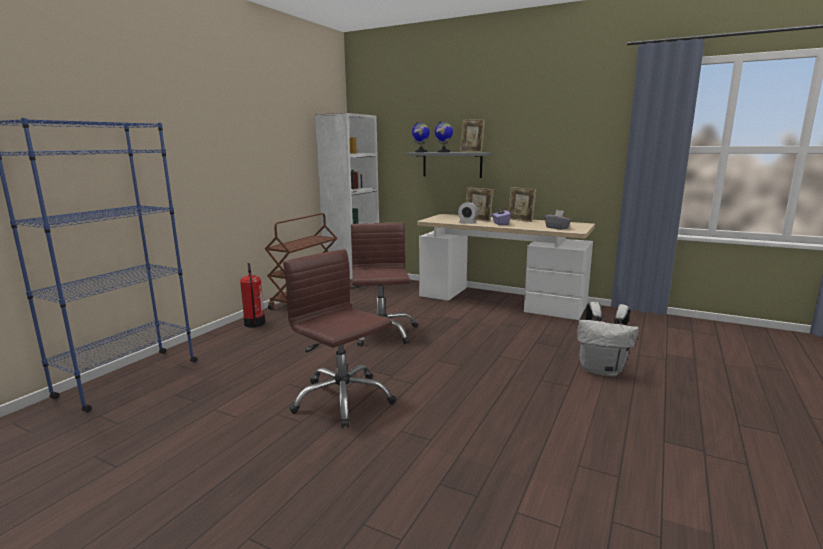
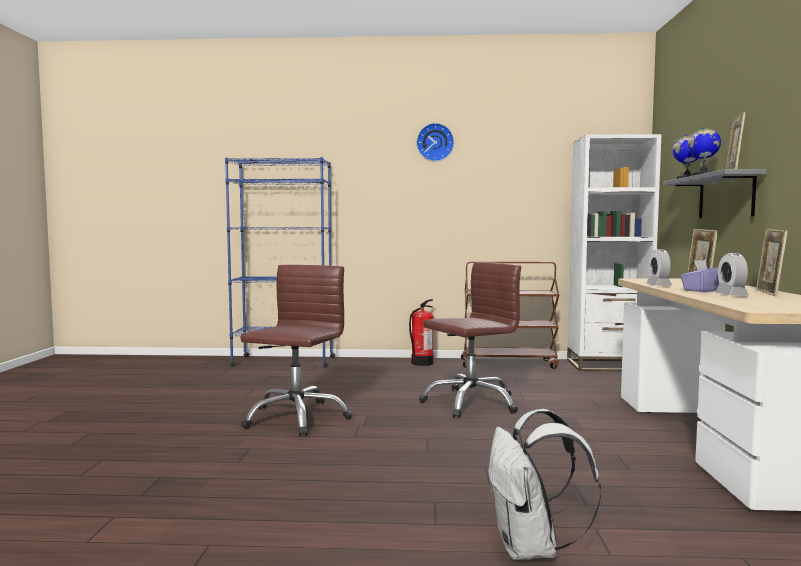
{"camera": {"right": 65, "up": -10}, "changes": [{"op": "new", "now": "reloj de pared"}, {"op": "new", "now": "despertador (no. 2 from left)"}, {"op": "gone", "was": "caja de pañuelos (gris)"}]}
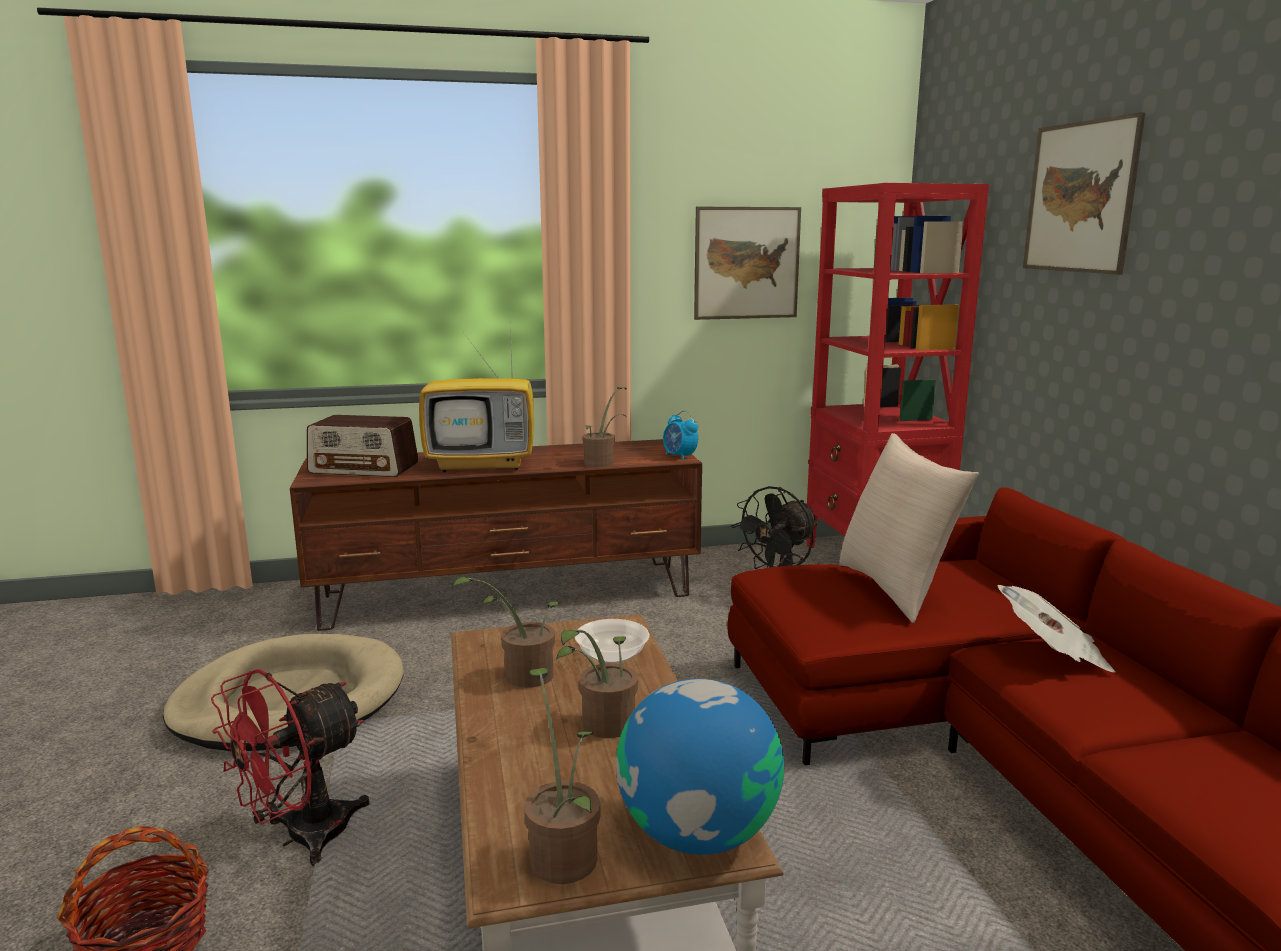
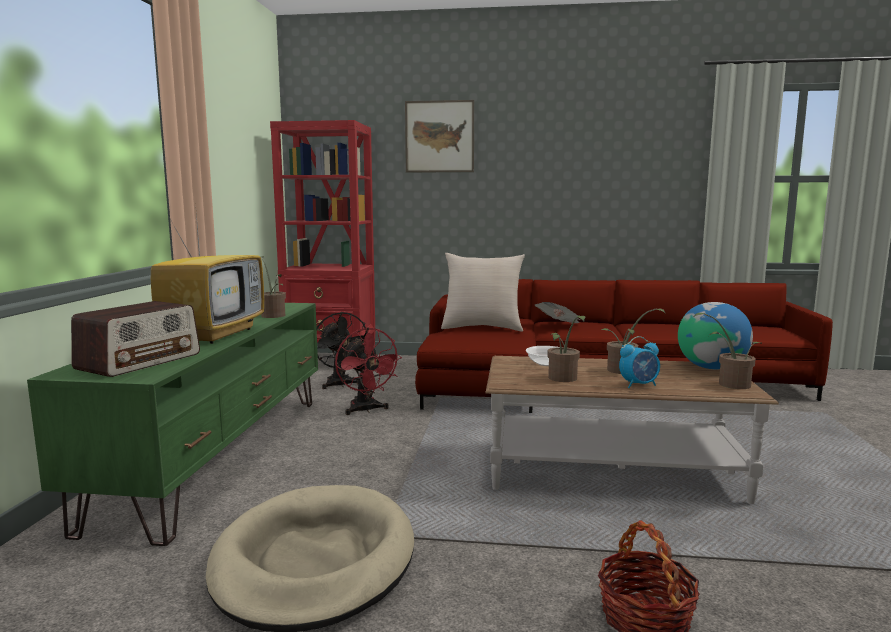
{"camera": {"right": -70, "up": -5}, "changes": [{"op": "repainted", "was": "mueble de televisión (marrón)", "now": "mueble de televisión (verde)"}, {"op": "shifted", "was": "ventilador (rojo)"}, {"op": "shifted", "was": "despertador"}, {"op": "gone", "was": "cuadro (no. 1 from left)"}]}
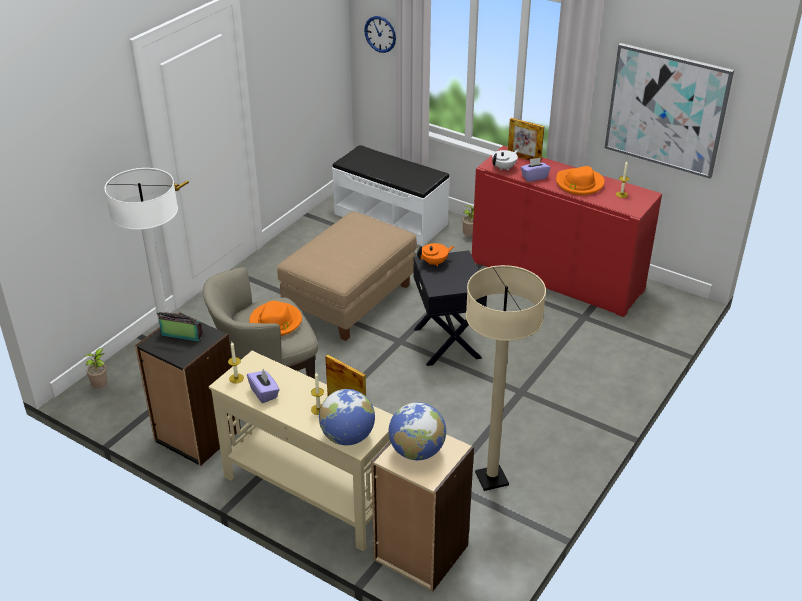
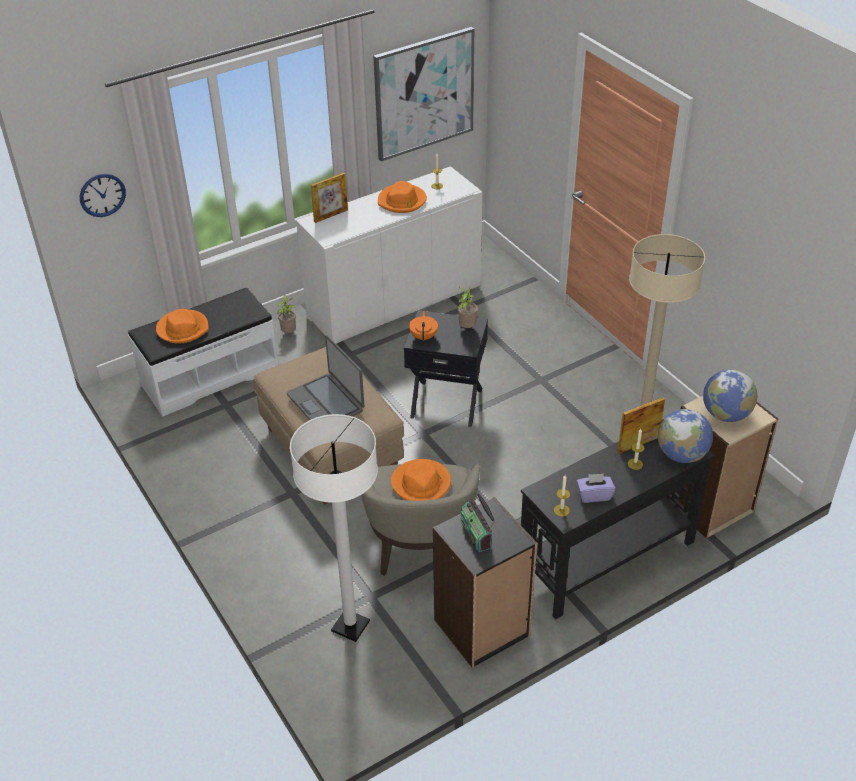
{"camera": {"right": -65, "up": 5}, "changes": [{"op": "new", "now": "sombrero (naranja) (no. 1 from left)"}, {"op": "new", "now": "portátil"}, {"op": "repainted", "was": "armario (rojo)", "now": "armario (blanco)"}, {"op": "shifted", "was": "planta en maceta (no. 1 from left in the first image)", "now": "planta en maceta (no. 2 from left)"}, {"op": "rotated", "was": "radio", "clockwise": -60}, {"op": "repainted", "was": "mesa consola (beis)", "now": "mesa consola (negro)"}, {"op": "gone", "was": "tetera (blanco)"}, {"op": "gone", "was": "caja de pañuelos (morado) (no. 2 from left)"}]}
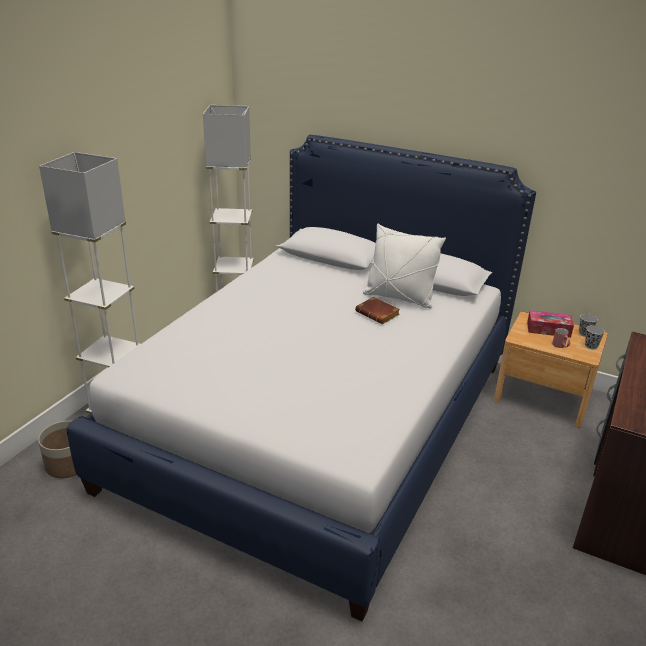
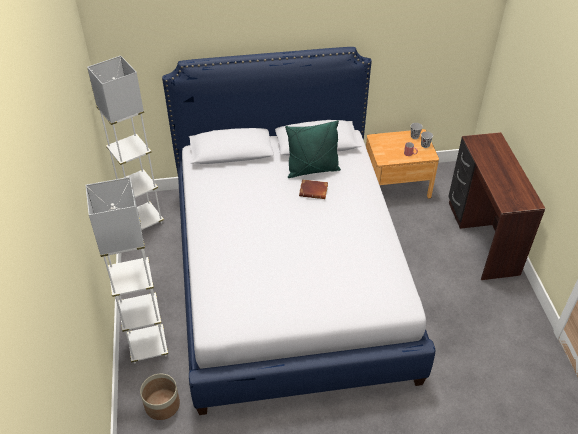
{"camera": {"right": -35, "up": 15}, "changes": [{"op": "repainted", "was": "cojín (blanco)", "now": "cojín (verde)"}, {"op": "gone", "was": "caja de pañuelos"}]}
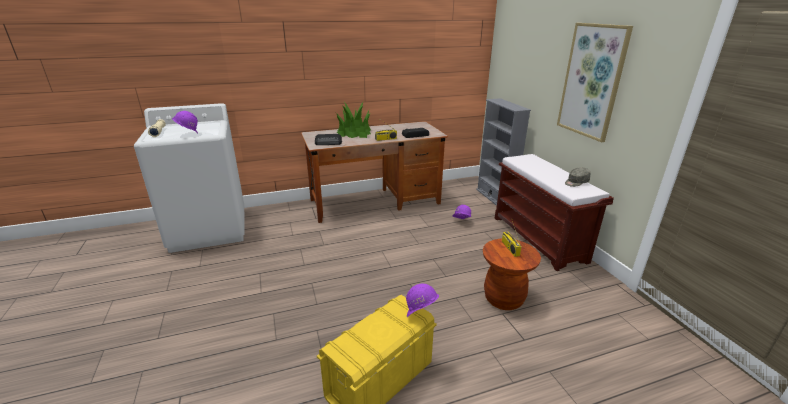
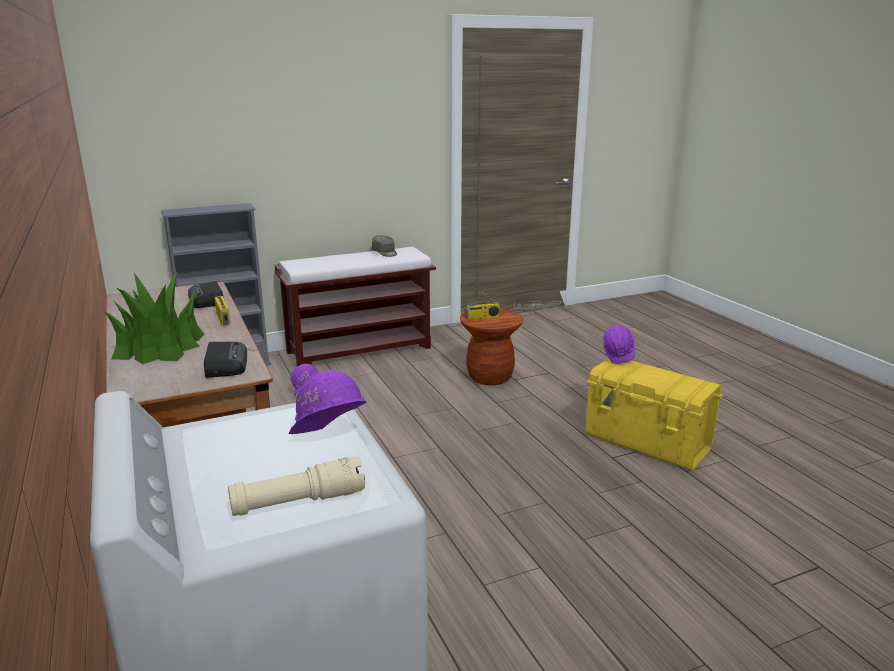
{"camera": {"right": -95, "up": -5}, "changes": [{"op": "gone", "was": "cuadro"}]}
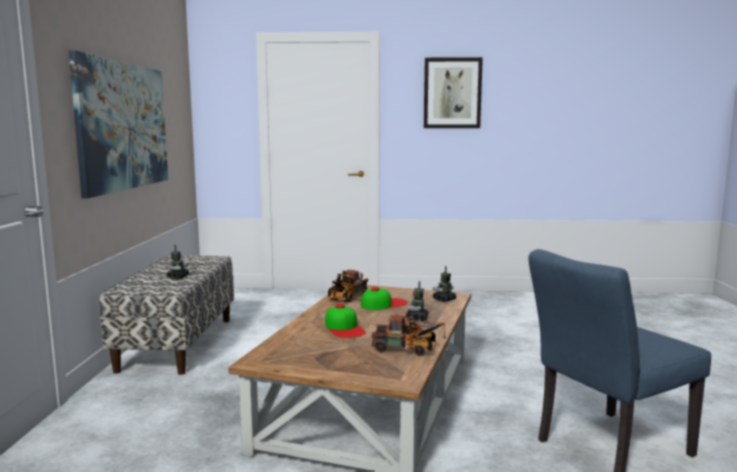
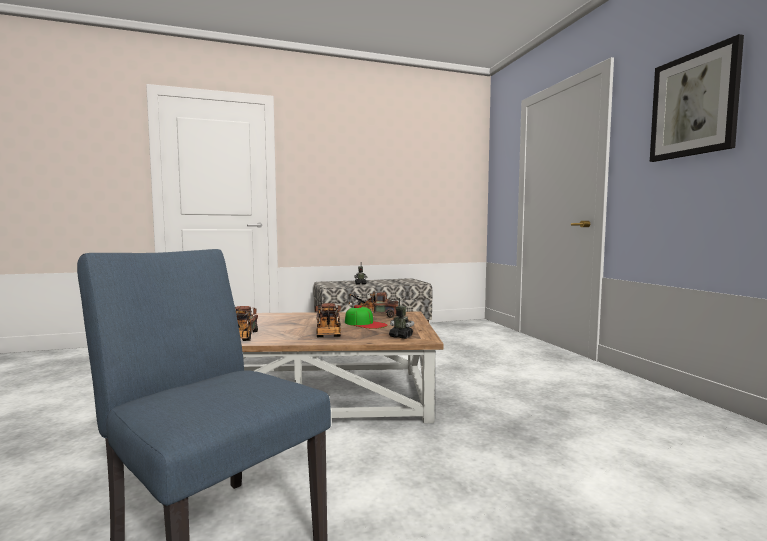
{"camera": {"right": 70, "up": -5}, "changes": [{"op": "swapped", "was": "robot de juguete (no. 2 from left)", "now": "camión de juguete (no. 2 from left)"}, {"op": "gone", "was": "cuadro (no. 1 from left)"}, {"op": "gone", "was": "gorra (no. 1 from left)"}]}
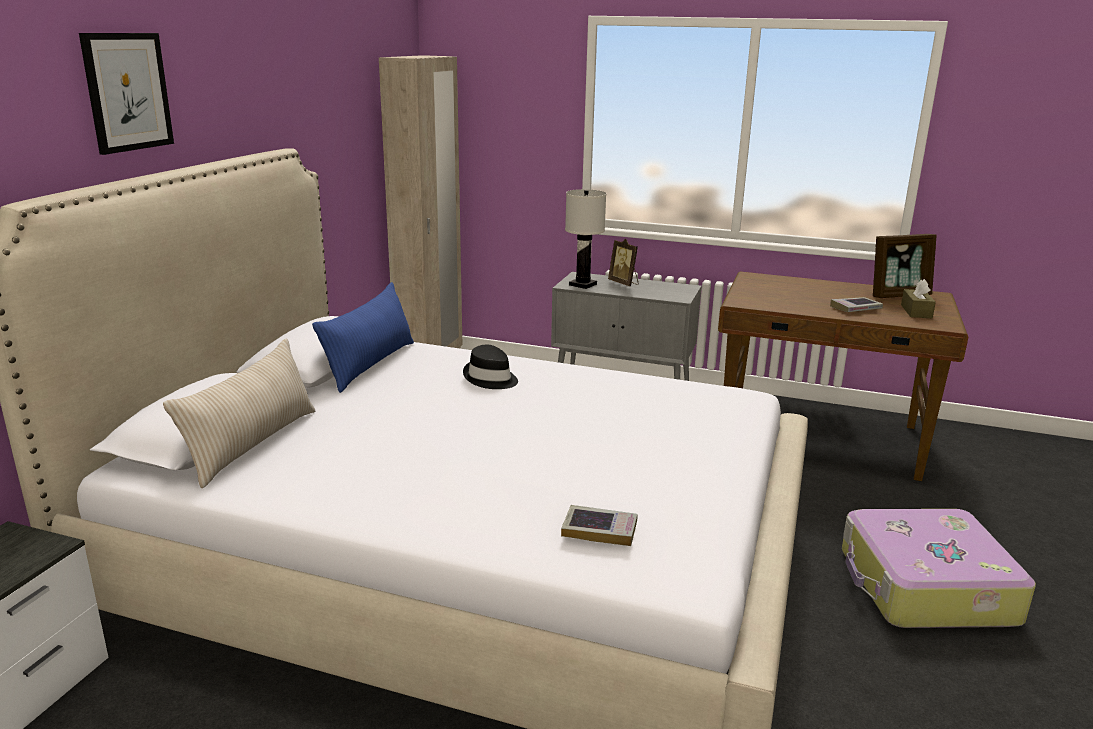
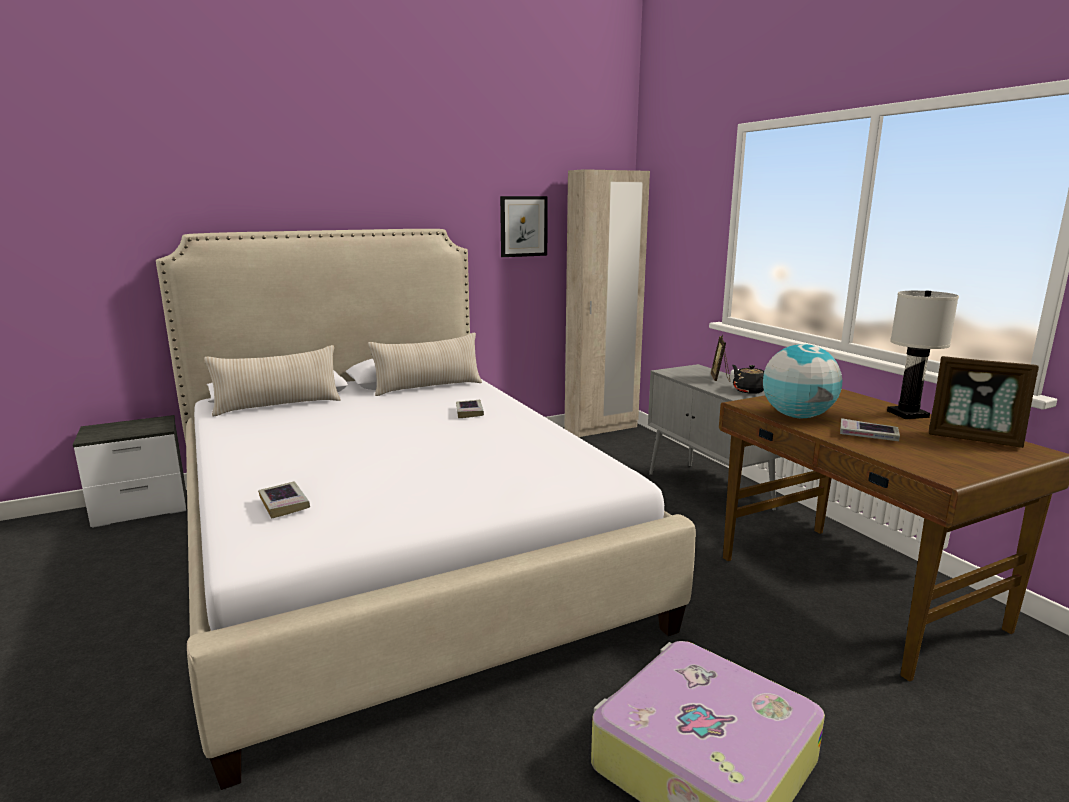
{"camera": {"right": 45, "up": -5}, "changes": [{"op": "repainted", "was": "cojín (azul)", "now": "cojín (beis) (no. 2 from left)"}, {"op": "swapped", "was": "sombrero (negro)", "now": "libro (no. 2 from left)"}, {"op": "shifted", "was": "cuadro"}, {"op": "new", "now": "tetera (negro)"}, {"op": "new", "now": "globo terráqueo"}, {"op": "shifted", "was": "lámpara de mesa (blanco)"}, {"op": "gone", "was": "caja de pañuelos (marrón)"}]}
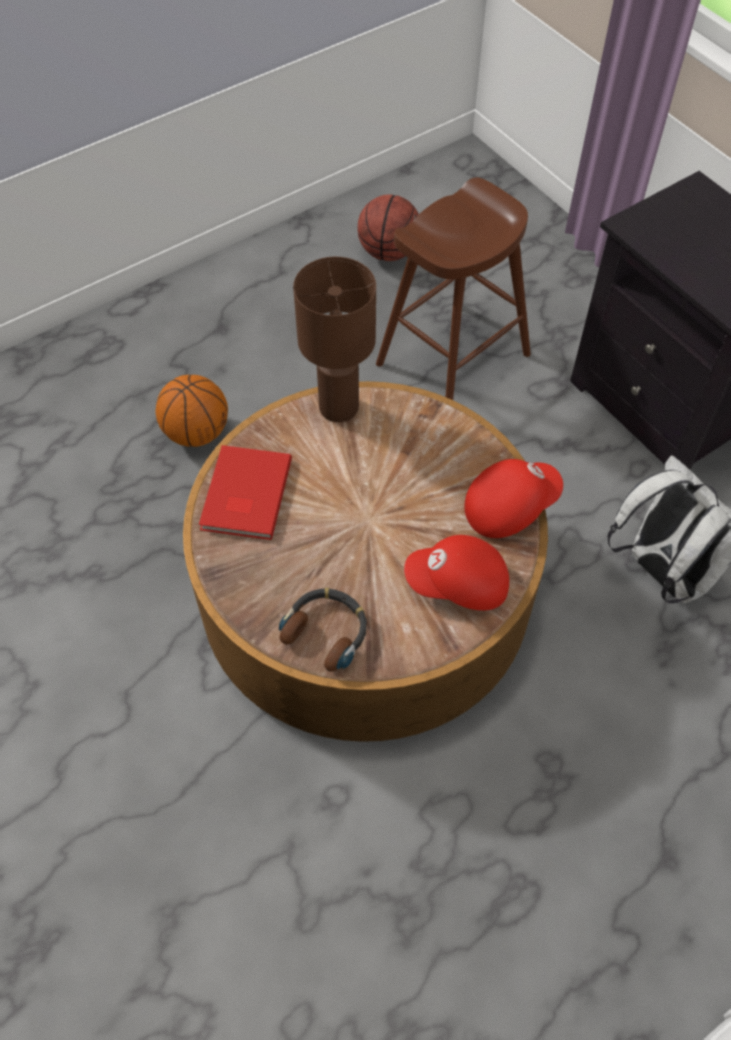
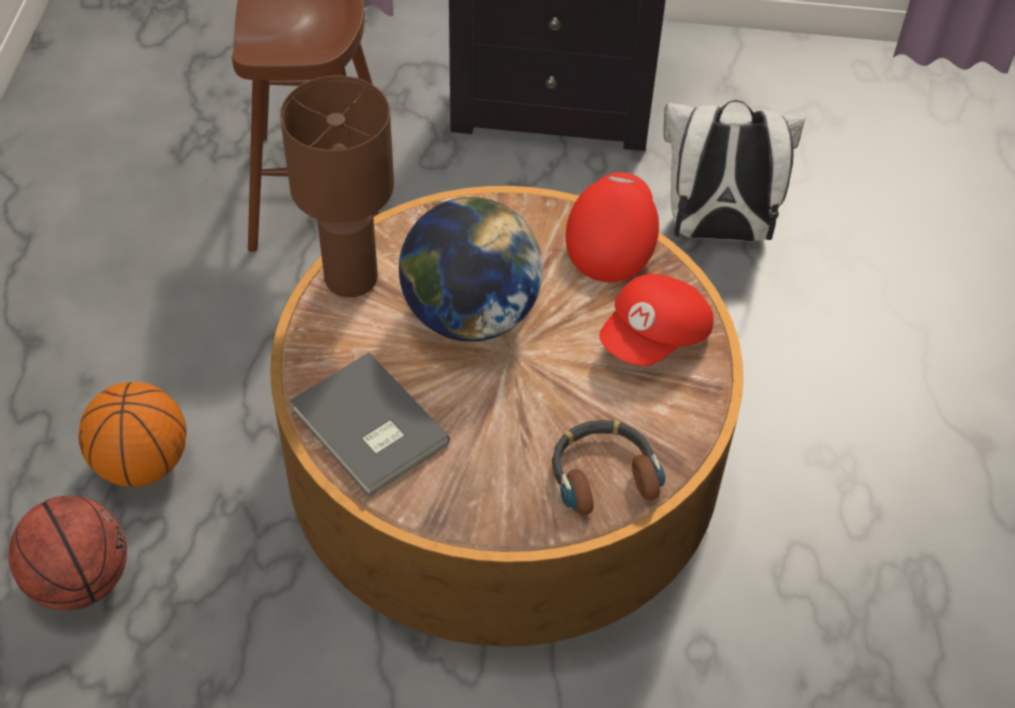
{"camera": {"right": -50, "up": -5}, "changes": [{"op": "shifted", "was": "balón de baloncesto (no. 2 from left in the first image)", "now": "balón de baloncesto (no. 1 from left)"}, {"op": "repainted", "was": "libro (rojo)", "now": "libro (gris)"}, {"op": "new", "now": "globo terráqueo"}]}
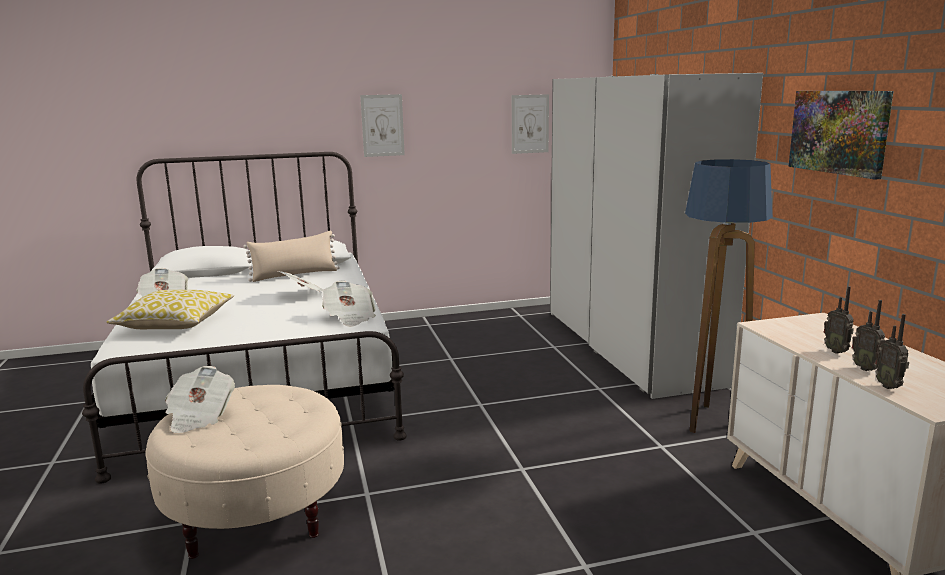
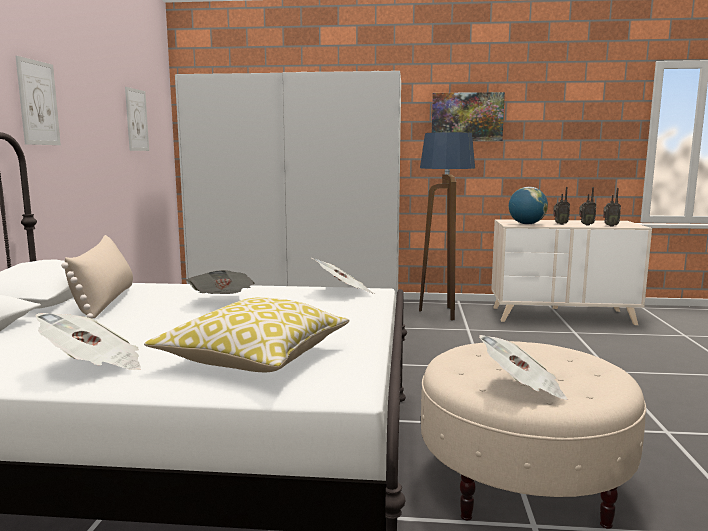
{"camera": {"right": -70, "up": -5}, "changes": [{"op": "new", "now": "globo terráqueo"}]}
